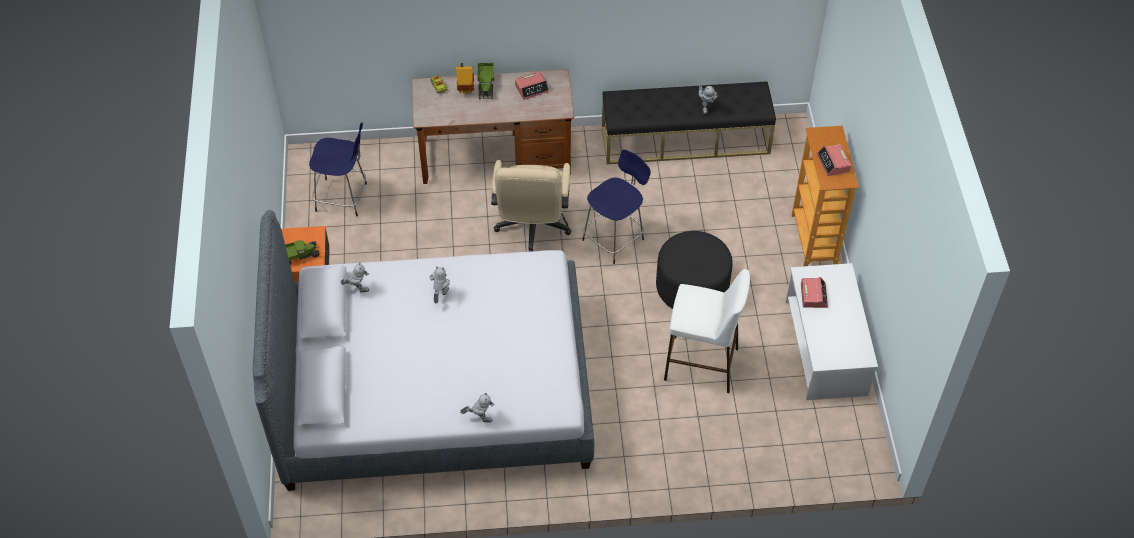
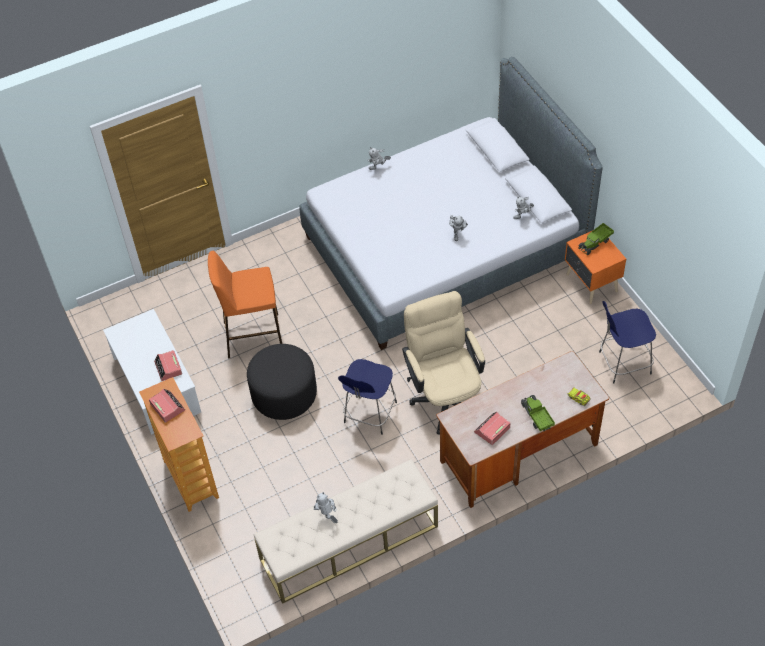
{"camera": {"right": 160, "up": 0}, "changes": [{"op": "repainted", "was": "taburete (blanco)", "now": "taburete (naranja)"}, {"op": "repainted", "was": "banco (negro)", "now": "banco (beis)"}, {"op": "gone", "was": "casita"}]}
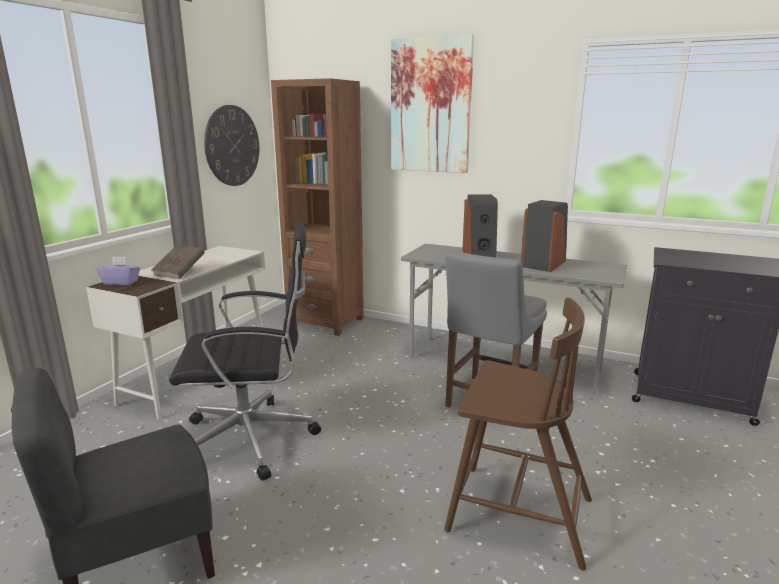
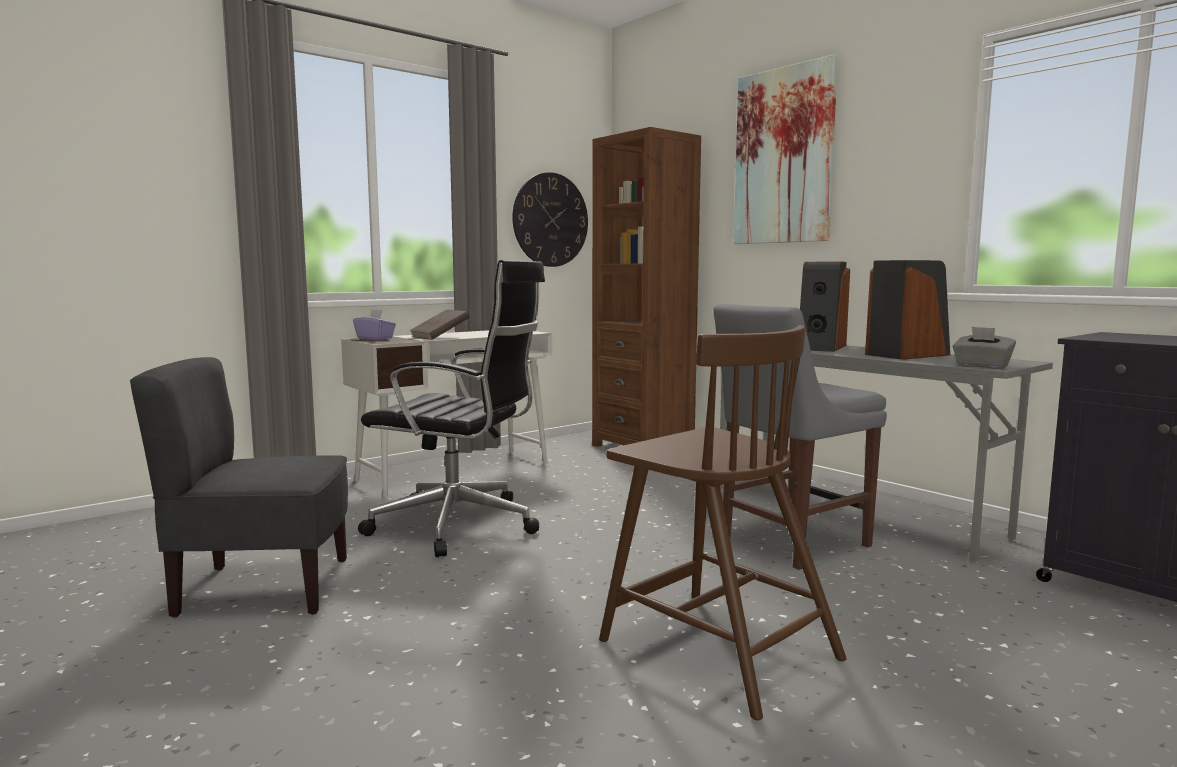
{"camera": {"right": 25, "up": -10}, "changes": [{"op": "new", "now": "caja de pañuelos (gris)"}]}
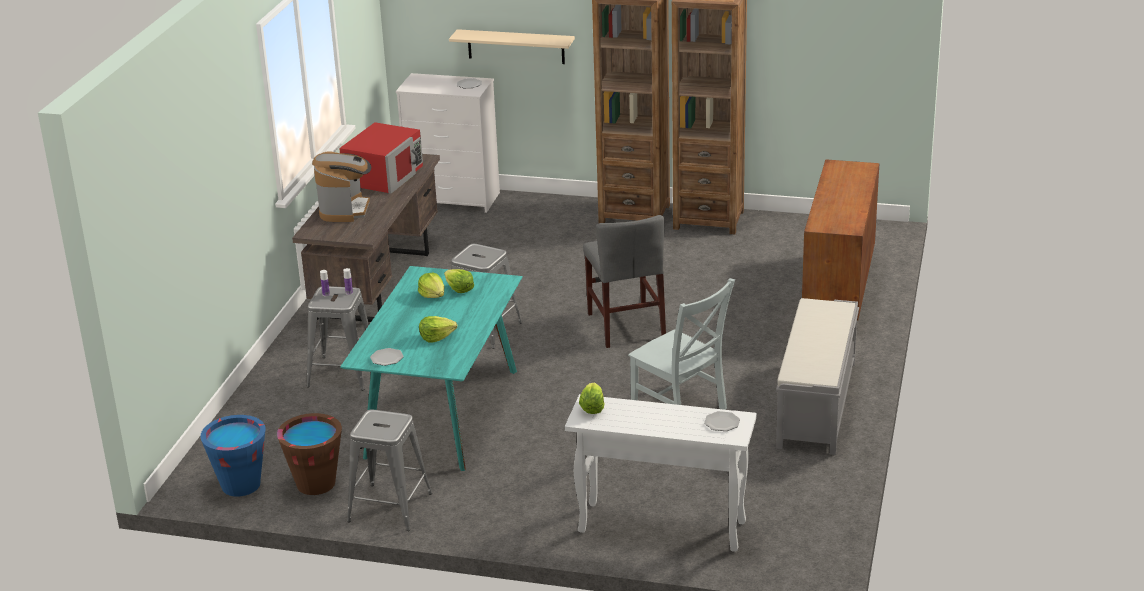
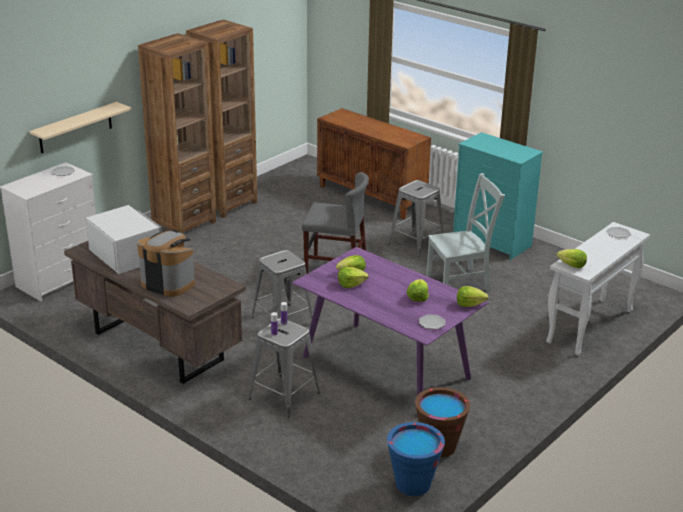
{"camera": {"right": -65, "up": 0}, "changes": [{"op": "repainted", "was": "microondas (rojo)", "now": "microondas (blanco)"}, {"op": "repainted", "was": "mesa de comedor (turquesa)", "now": "mesa de comedor (morado)"}, {"op": "shifted", "was": "taburete (gris) (no. 2 from left in the first image)", "now": "taburete (gris) (no. 3 from left)"}, {"op": "swapped", "was": "banco (gris)", "now": "cómoda (turquesa)"}, {"op": "new", "now": "lechuga (no. 4 from left)"}]}
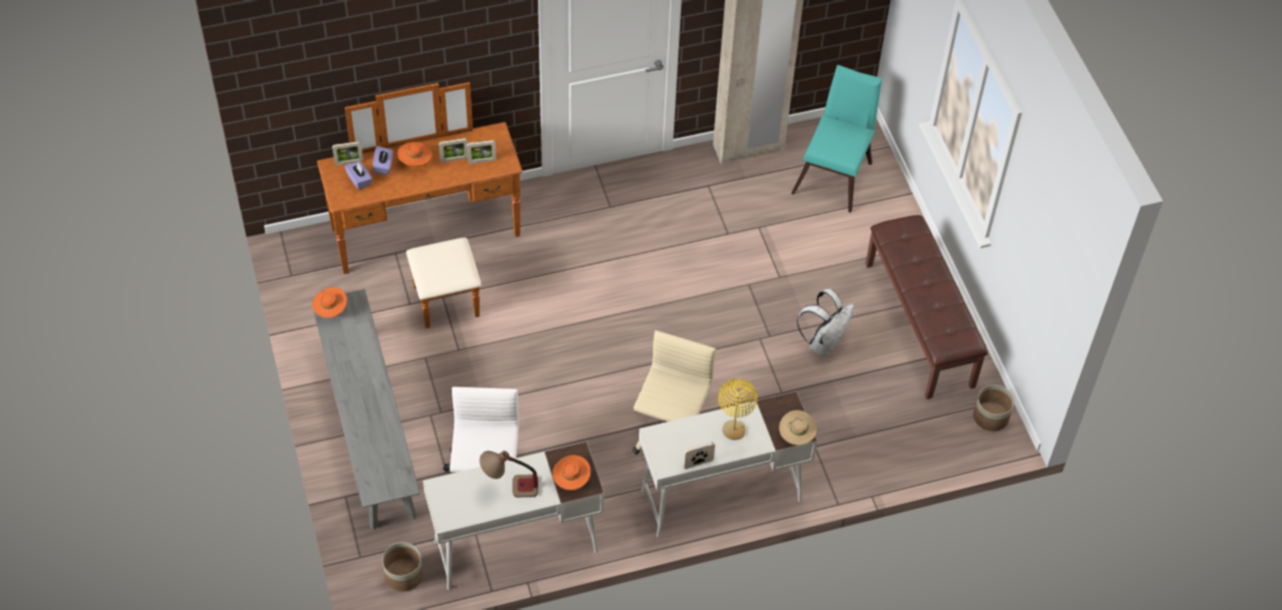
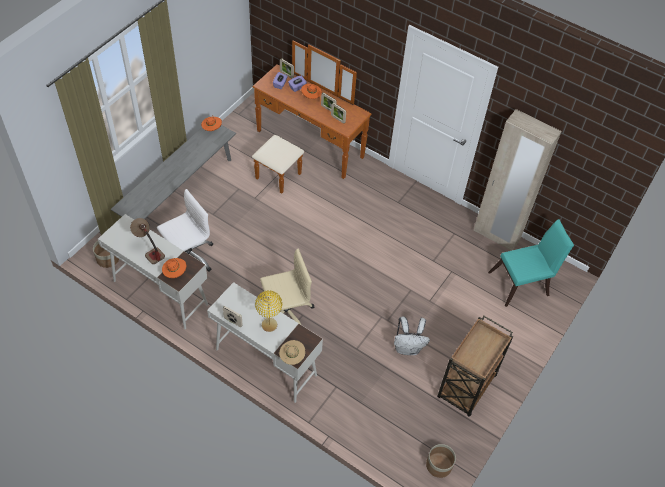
{"camera": {"right": 50, "up": 0}, "changes": [{"op": "swapped", "was": "banco (marrón)", "now": "carrito (marrón)"}]}
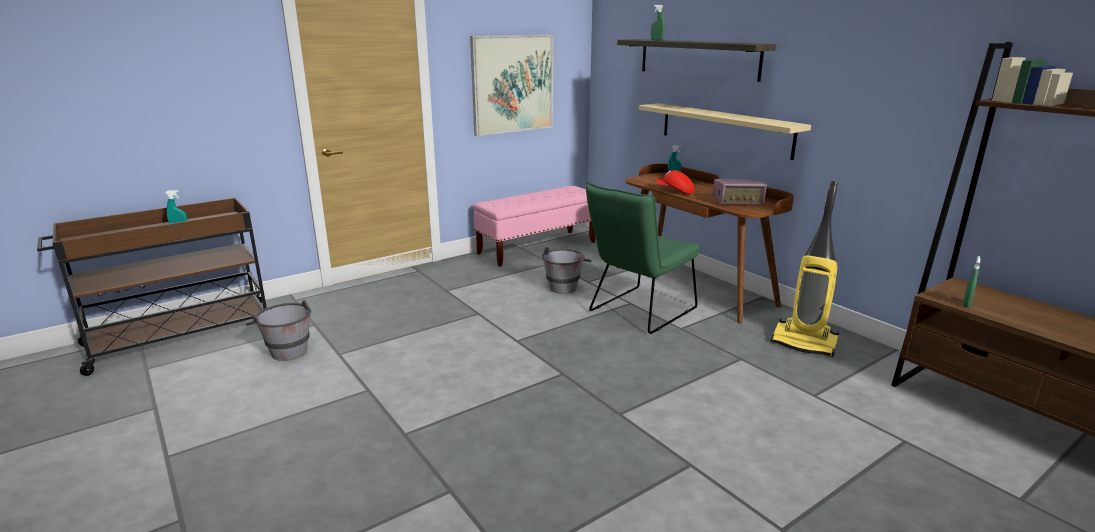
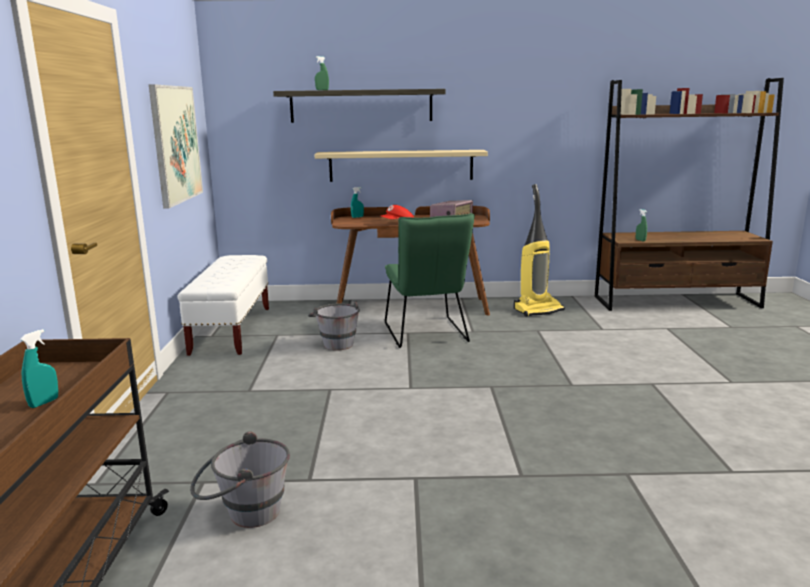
{"camera": {"right": -55, "up": -5}, "changes": [{"op": "repainted", "was": "banco (rosa)", "now": "banco (blanco)"}]}
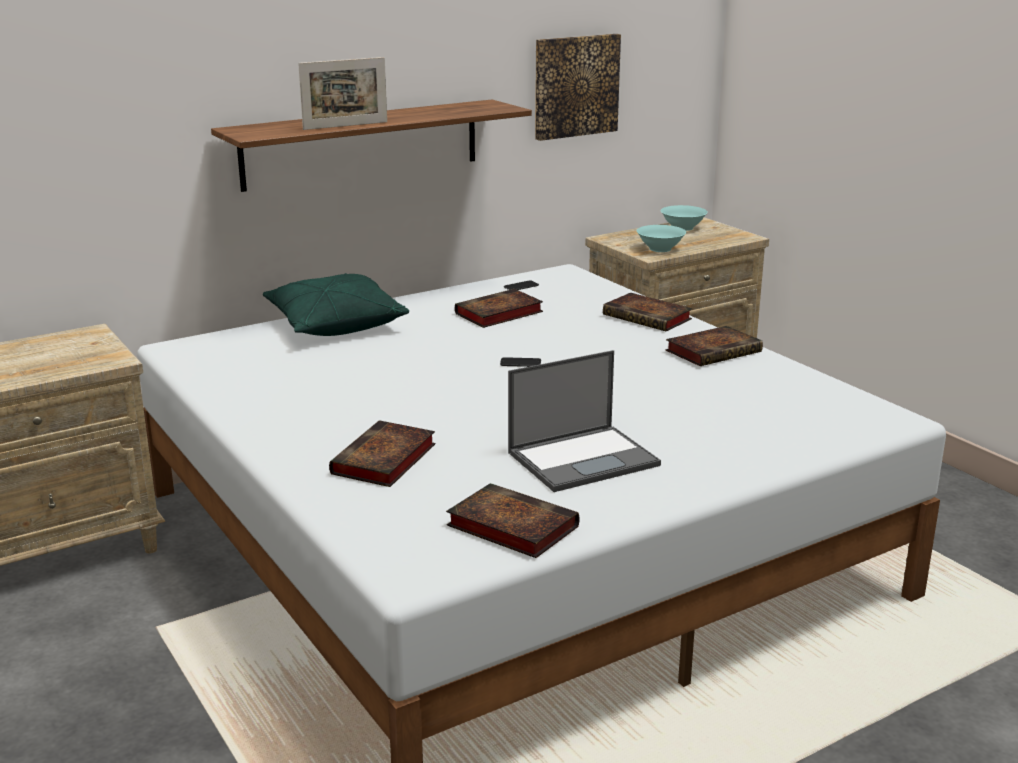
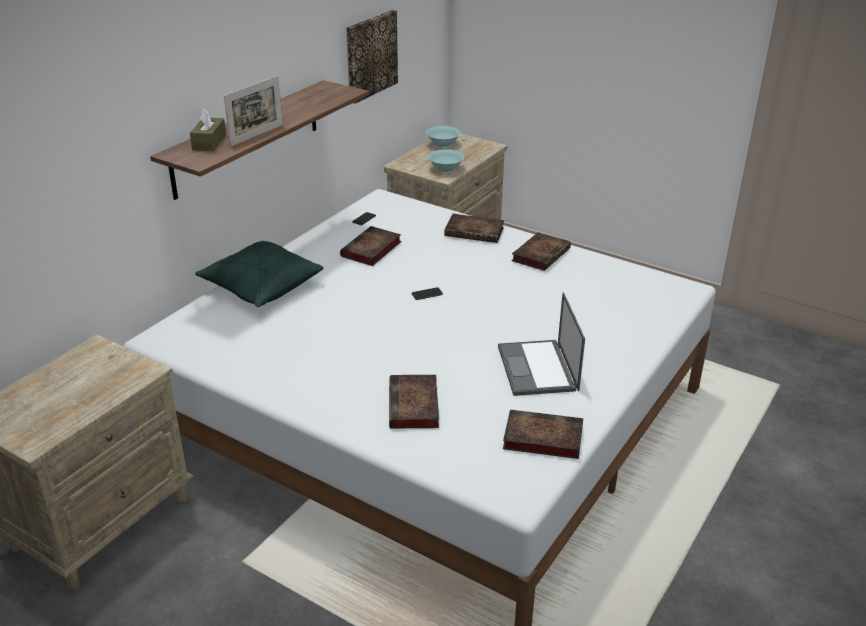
{"camera": {"right": -25, "up": 10}, "changes": [{"op": "new", "now": "caja de pañuelos (marrón)"}, {"op": "rotated", "was": "portátil", "clockwise": 135}]}
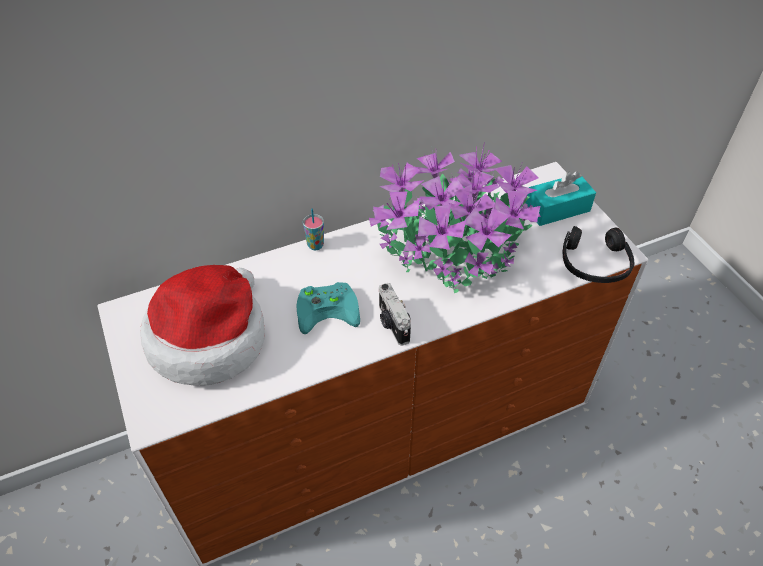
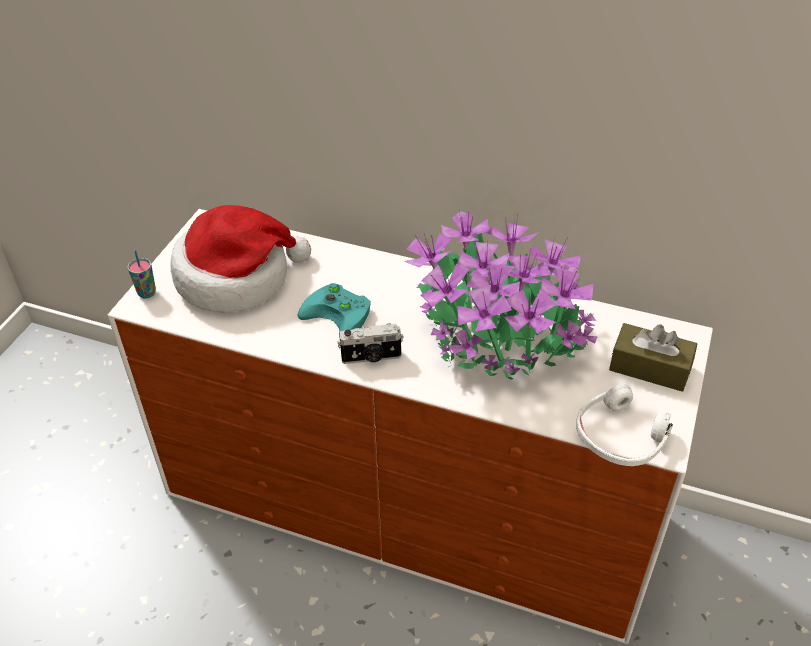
{"camera": {"right": 45, "up": -5}, "changes": [{"op": "shifted", "was": "taza"}, {"op": "rotated", "was": "cámara", "clockwise": -120}, {"op": "repainted", "was": "auriculares (negro)", "now": "auriculares (blanco)"}, {"op": "repainted", "was": "caja de pañuelos (turquesa)", "now": "caja de pañuelos (marrón)"}]}
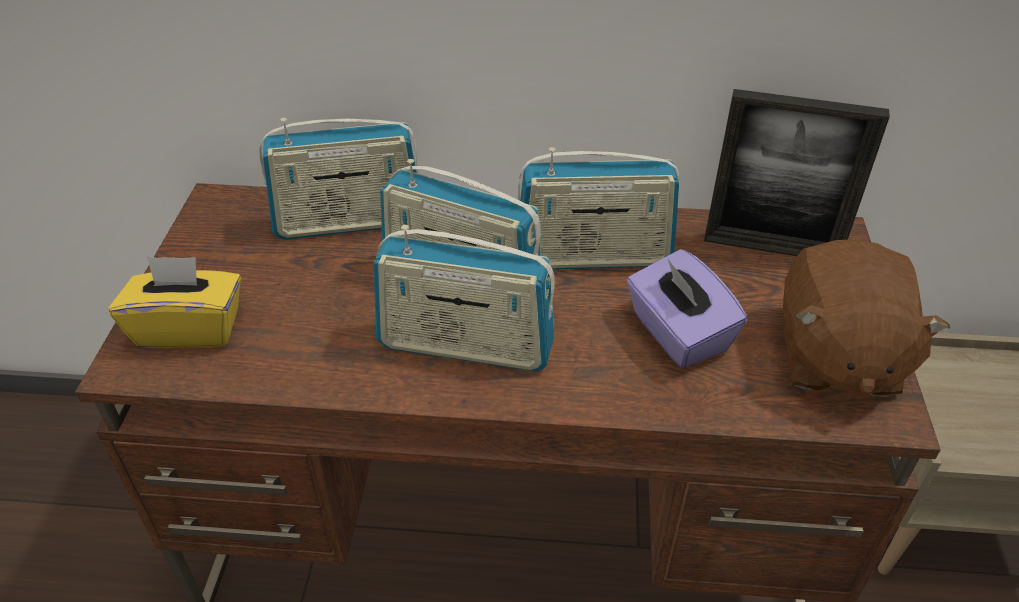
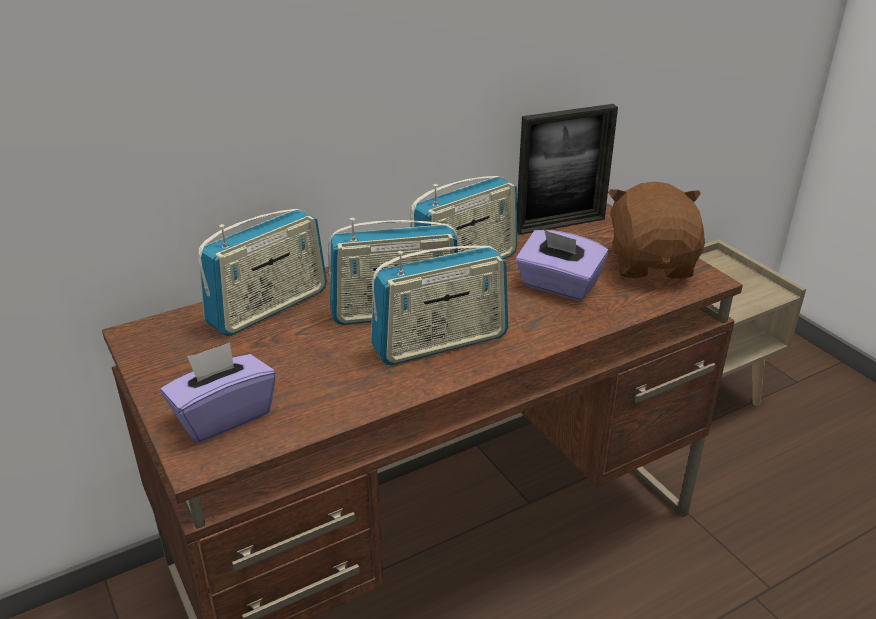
{"camera": {"right": -35, "up": -10}, "changes": [{"op": "repainted", "was": "caja de pañuelos (amarillo)", "now": "caja de pañuelos (morado) (no. 1 from left)"}, {"op": "rotated", "was": "peluche (marrón)", "clockwise": -150}]}
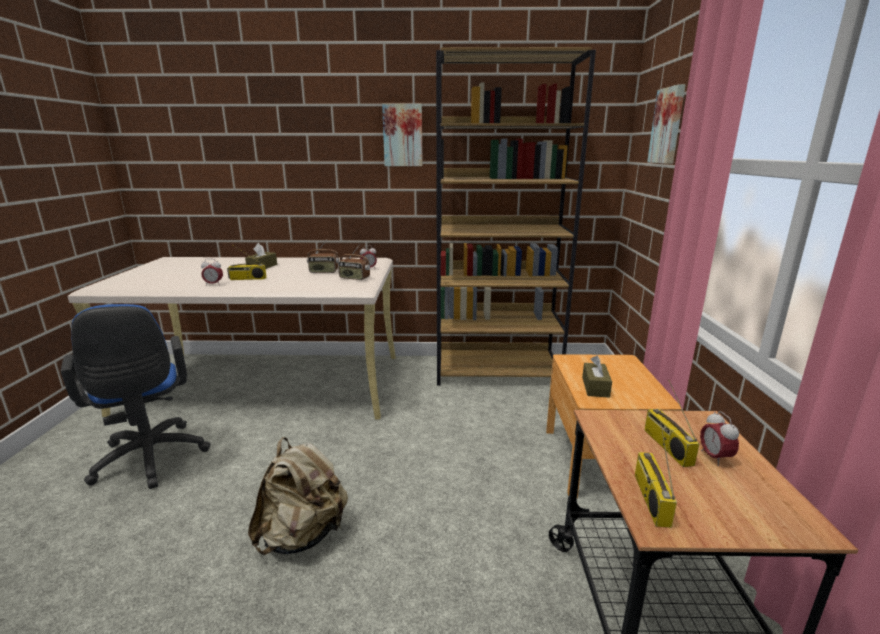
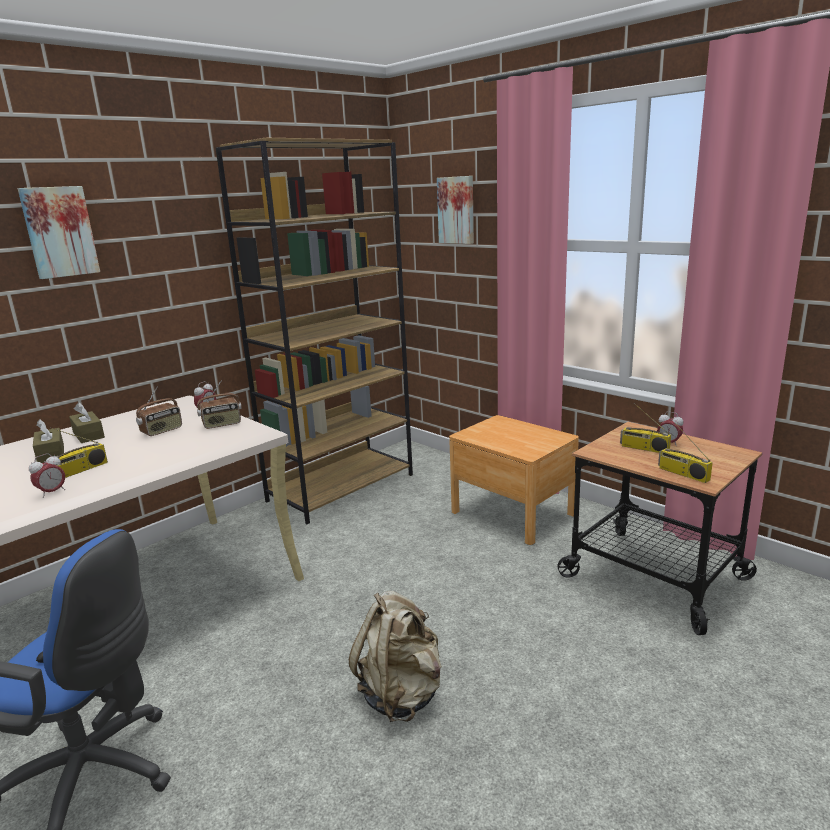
{"camera": {"right": -45, "up": 0}, "changes": [{"op": "shifted", "was": "cuadro (no. 1 from left)"}, {"op": "shifted", "was": "caja de pañuelos (marrón) (no. 2 from left)"}]}
